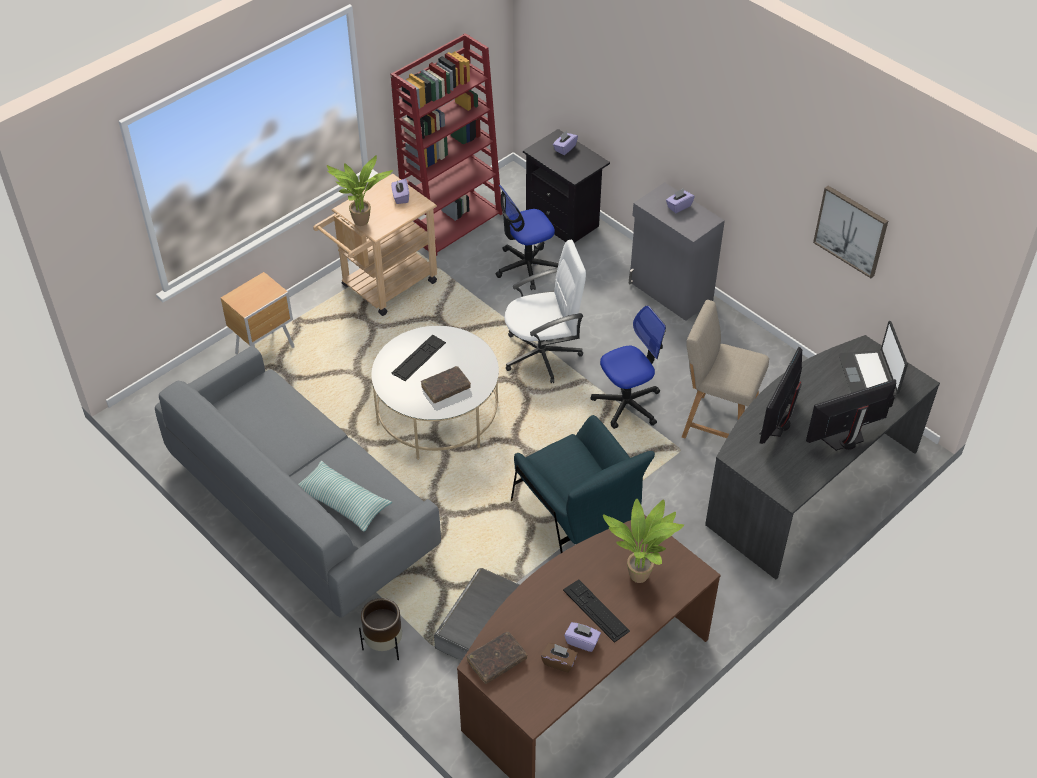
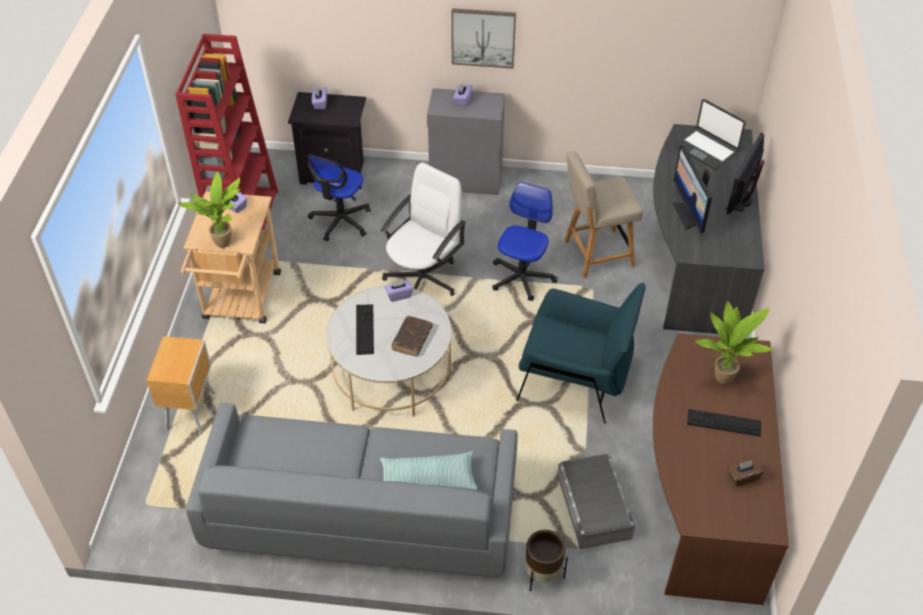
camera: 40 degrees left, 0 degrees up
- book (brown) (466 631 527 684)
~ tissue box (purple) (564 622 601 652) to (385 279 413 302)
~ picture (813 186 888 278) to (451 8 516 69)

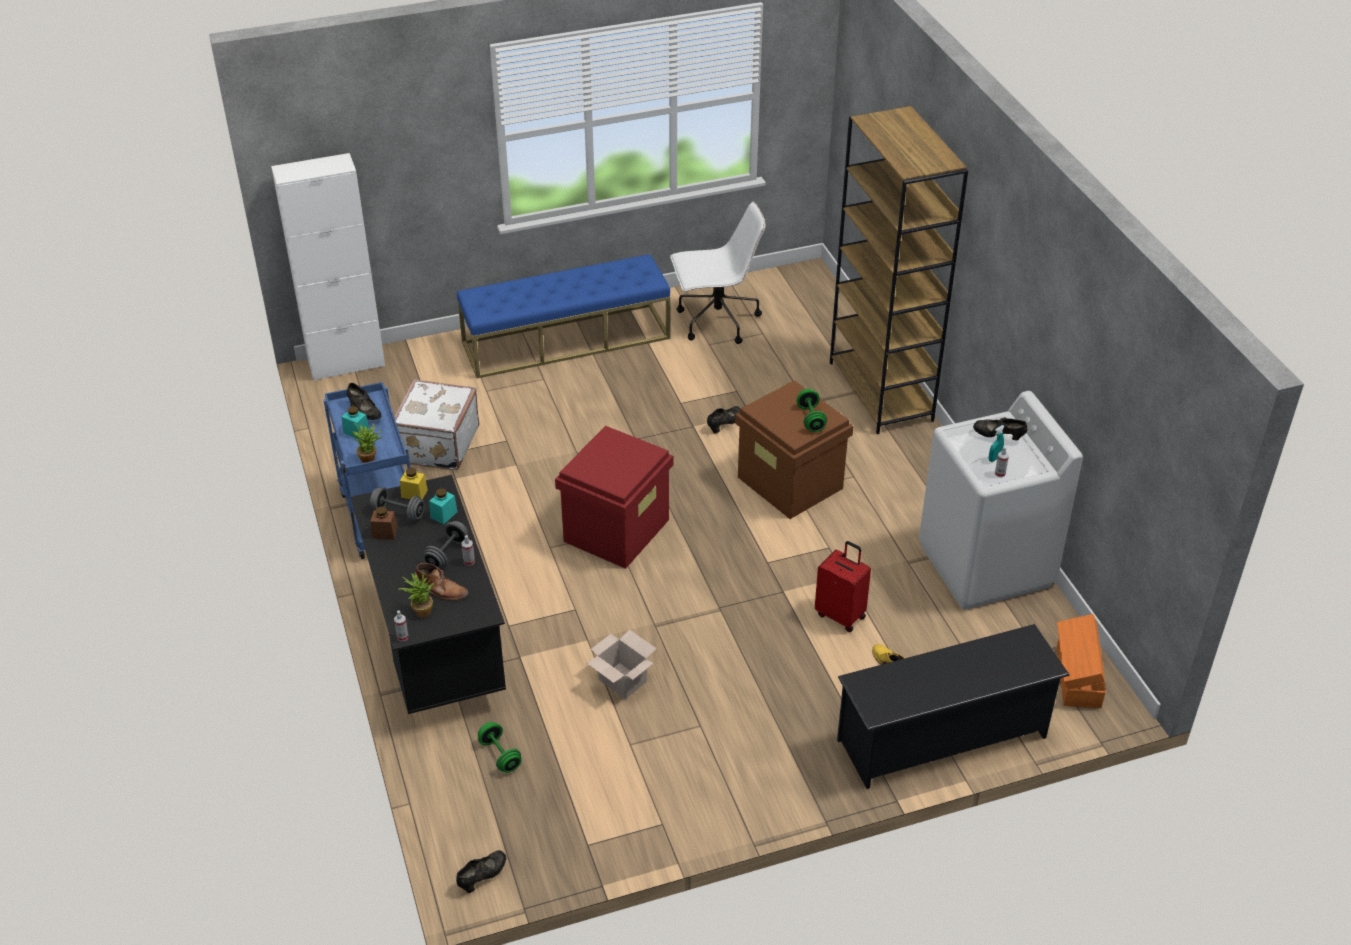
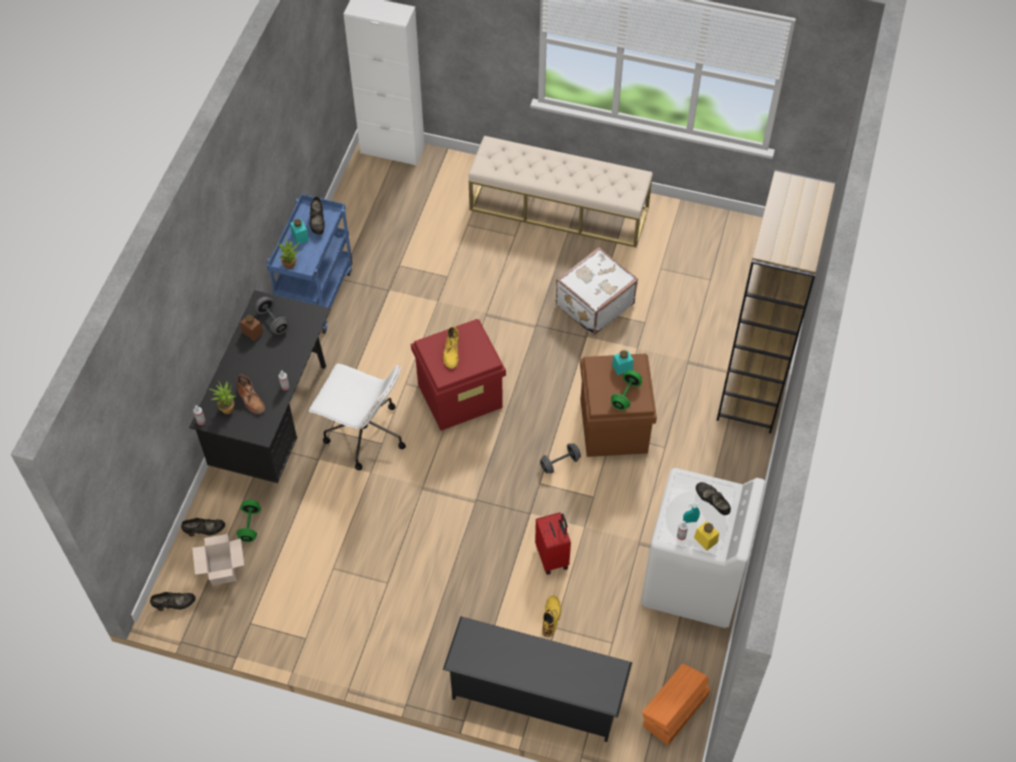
camera: 35 degrees right, 15 degrees up
+ boot (yellow) (443 326 459 369)
~ suitcase (white) (394 379 479 470) to (556 247 638 335)
~ jar (yellow) (400 468 428 499) to (694 521 719 551)
~ dumbbell (grey) (423 521 468 569) to (540 443 581 474)
~ jar (turquoise) (429 488 458 524) to (612 350 633 375)
~ cardboard box (587 630 656 699) to (192 534 244 585)
~ office chair (white) (670 202 766 344) to (309 364 406 470)
~ shoe (black) (707 406 740 433) to (181 518 225 536)
~ bench (blue) (457 254 670 379) to bench (beige) (468 136 653 247)

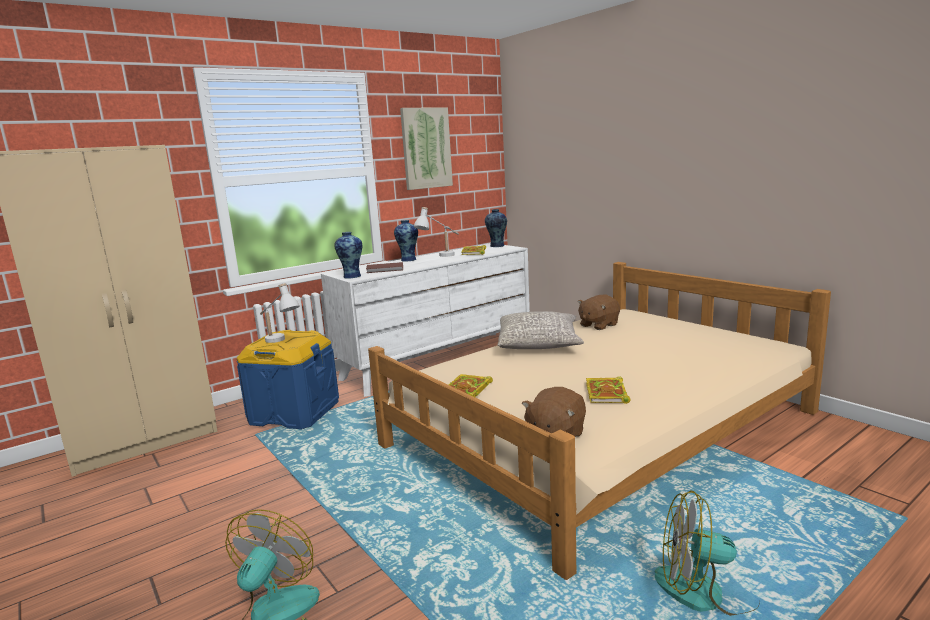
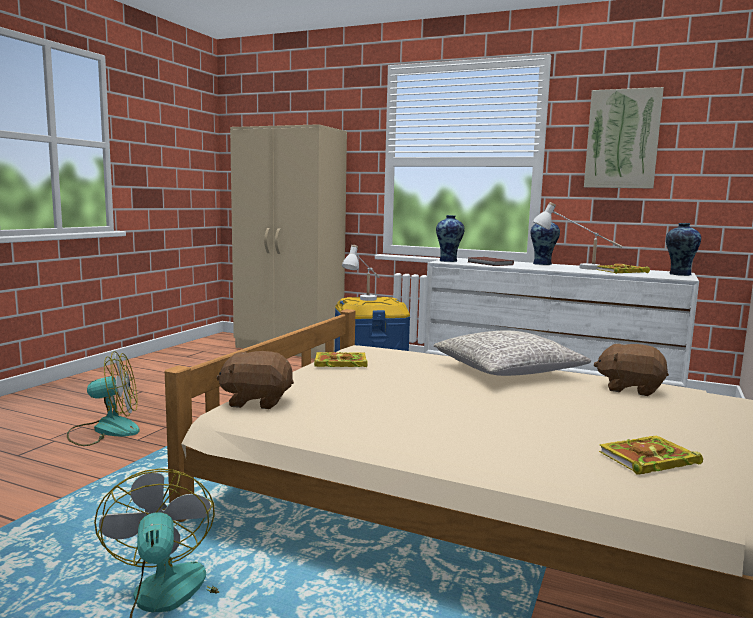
camera: 60 degrees right, 5 degrees down
~ book (586 376 630 404) to (599 435 703 475)

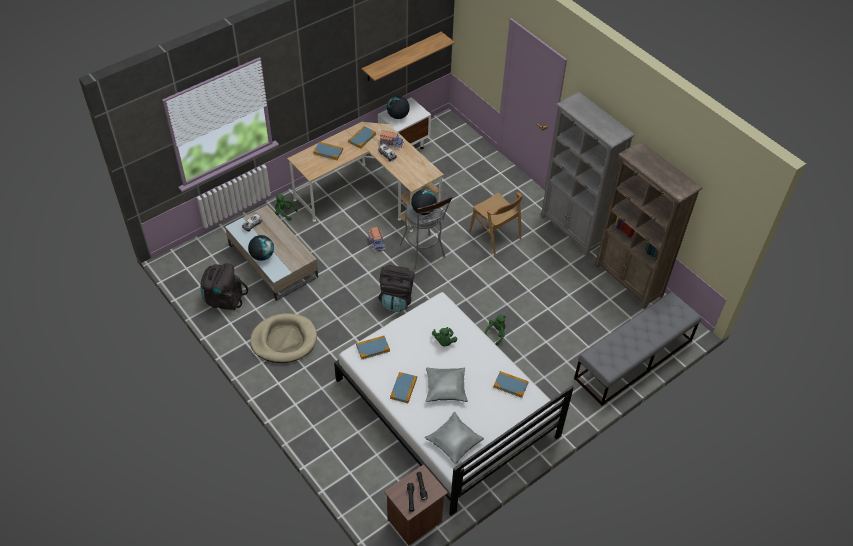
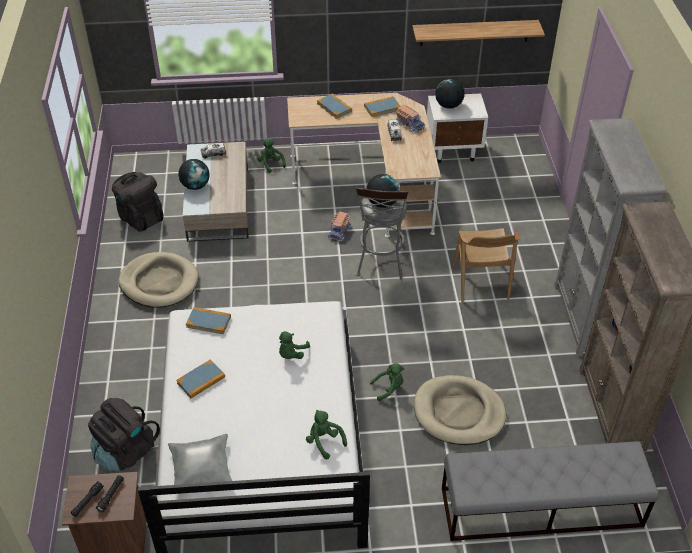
camera: 35 degrees right, 5 degrees down
- pillow (grey) (426 368 468 402)
+ dog bed (beige) (414 375 506 445)
~ backpack (black) (378 265 415 312) to (88 398 160 471)
~ book (494 371 529 398) to plush toy (green) (306 410 347 460)

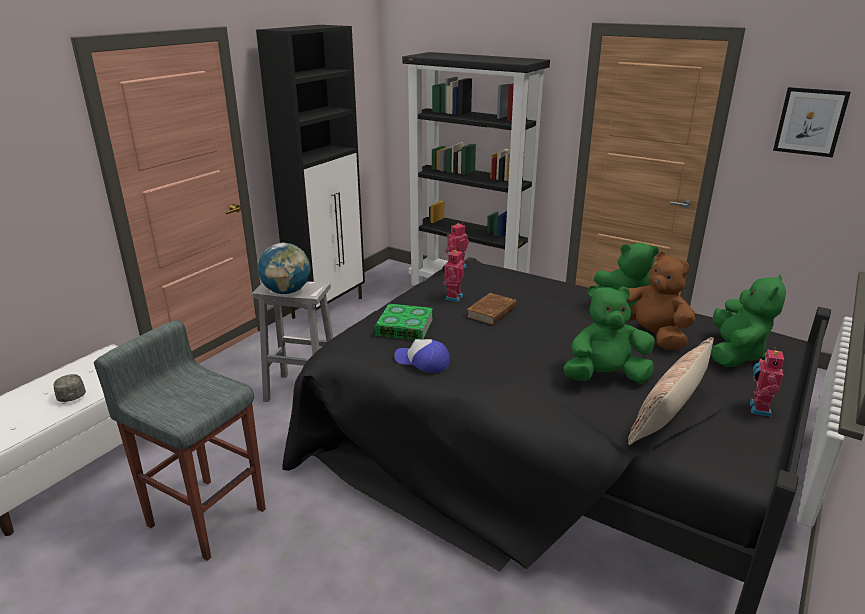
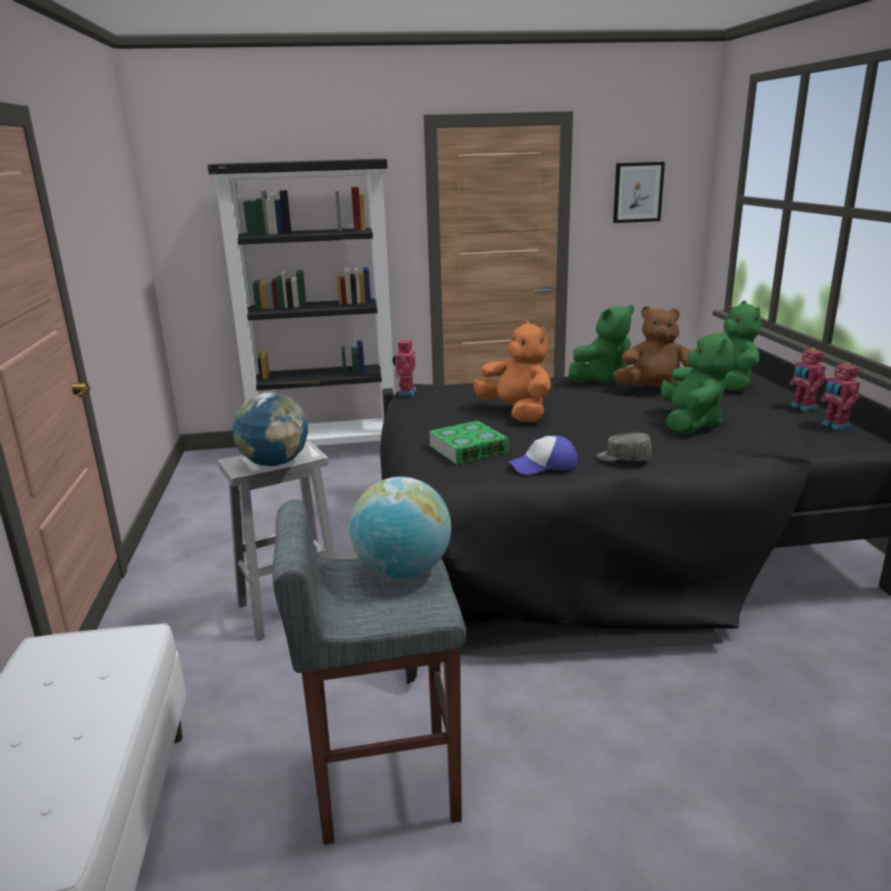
camera: 40 degrees left, 5 degrees down
- cabinet (black) (256 25 365 321)
- pillow (628 337 714 445)
+ globe (349 477 451 579)
~ cap (grey) (54 374 86 402) to (597 432 652 461)
~ toy robot (442 249 464 302) to (821 362 860 430)
~ book (brown) (466 293 517 325) to plush toy (orange) (473 320 551 422)
~ plush toy (green) (564 285 655 383) = (661 330 734 434) 150 degrees clockwise

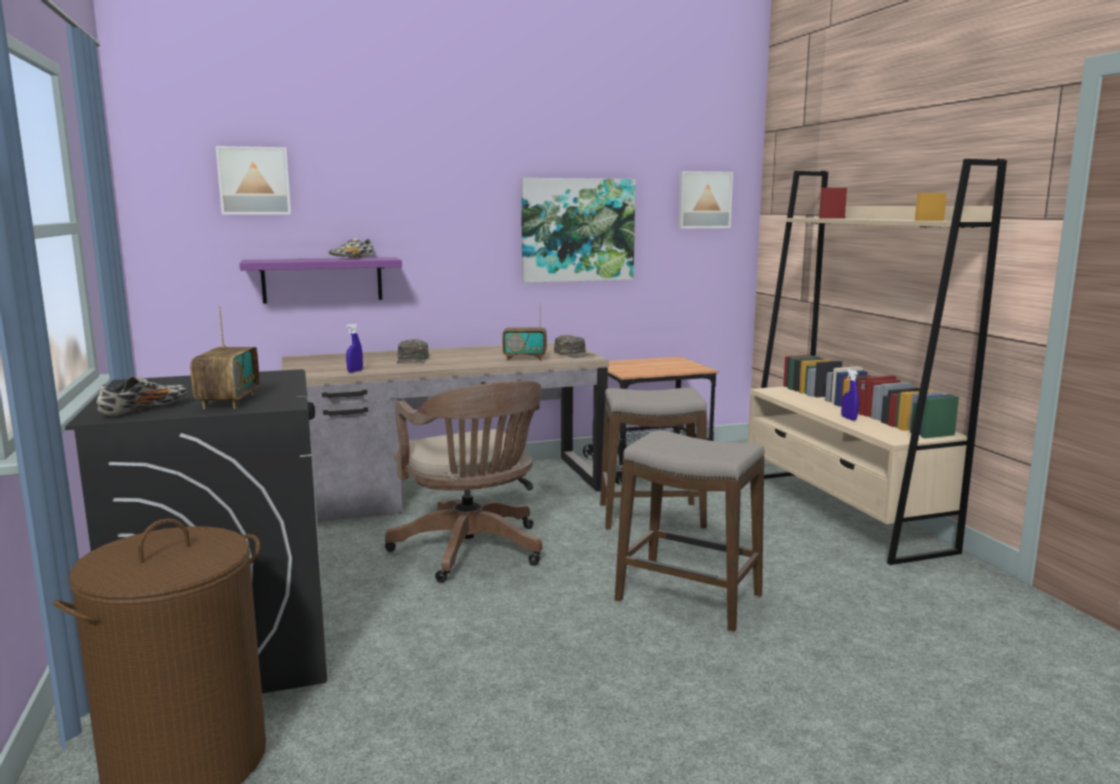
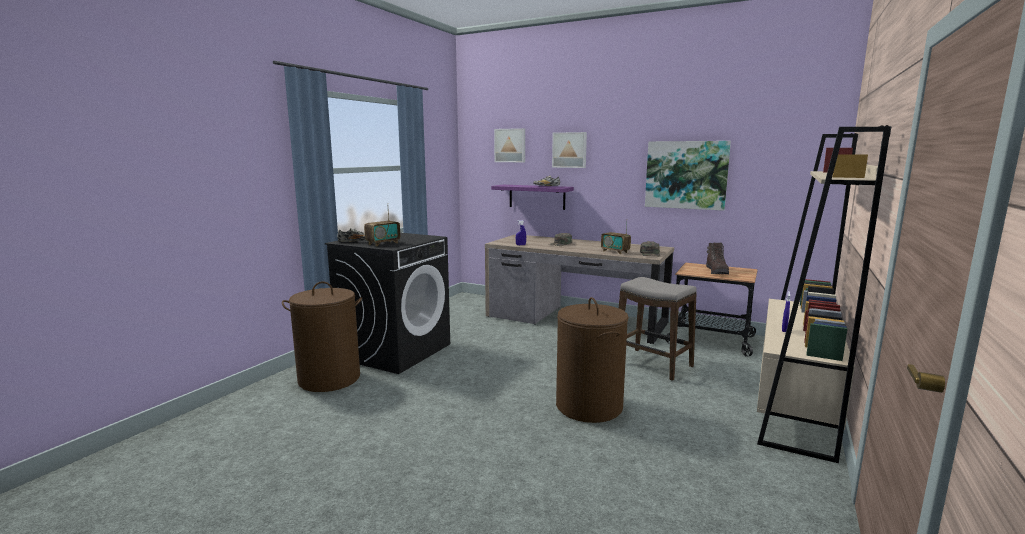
camera: 45 degrees right, 0 degrees up
- office chair (brown) (385 381 542 583)
+ boot (brown) (706 242 729 274)
~ picture (678 171 733 229) to (552 132 587 168)
~ stool (615 430 765 632) to laundry basket (brown) (556 297 629 423)

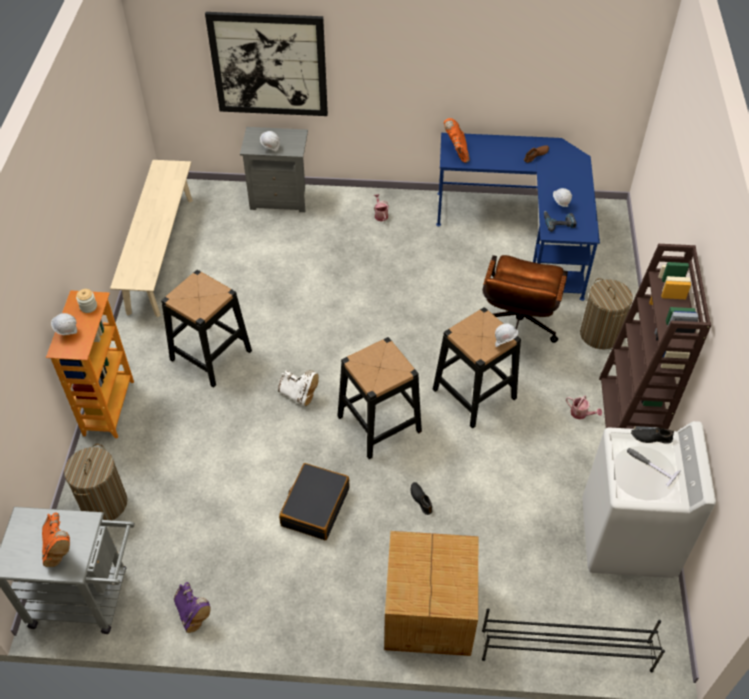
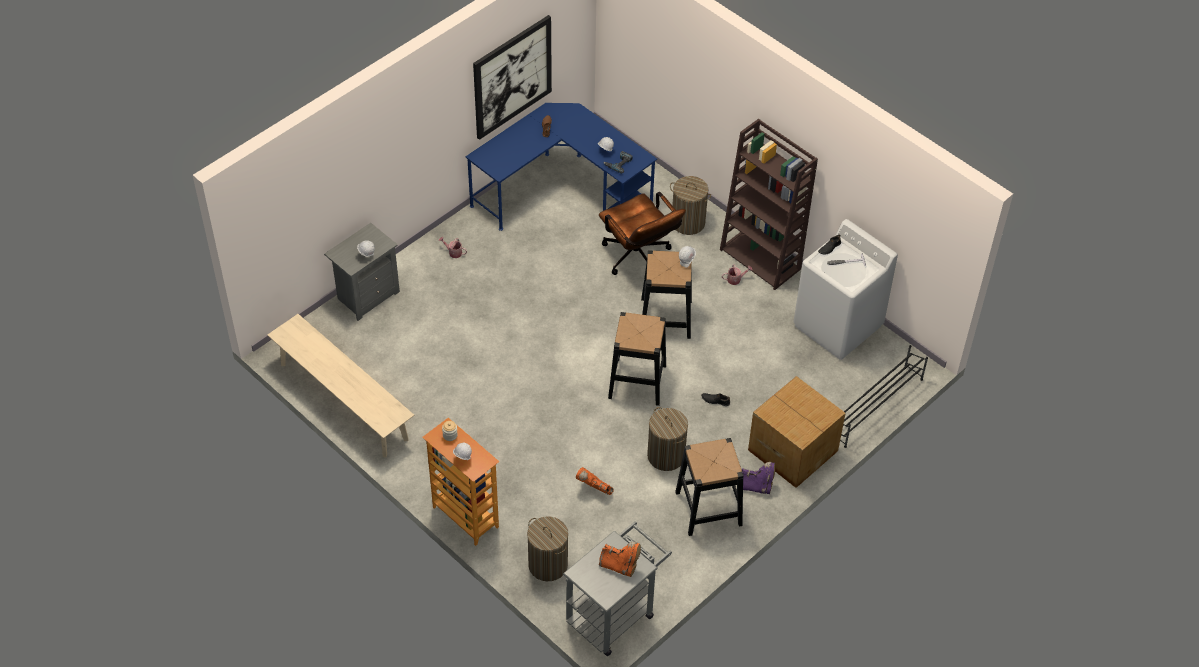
camera: 50 degrees left, 0 degrees up
- boot (white) (278 370 319 406)
~ stool (black) (161 270 252 388) to (675 438 743 536)
~ boot (purple) (174 582 211 633) to (742 462 775 494)
~ picture (205 12 328 116) to (473 15 552 140)
~ boot (orange) (444 118 469 163) to (576 467 614 495)
~ suitcase (black) (279 463 350 540) to laundry basket (647 407 688 471)

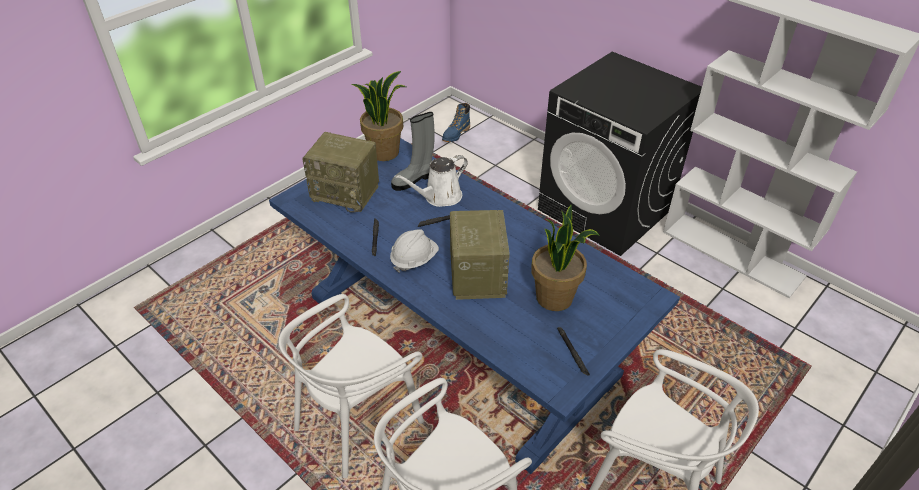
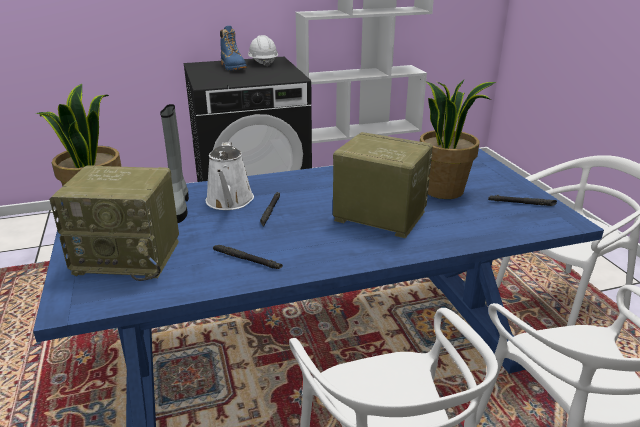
camera: 60 degrees left, 15 degrees down
~ hard hat (white) (390 230 439 273) to (248 35 278 67)
~ boot (blue) (442 103 470 142) to (220 26 247 70)
~ radio (302 132 379 212) = (49 165 179 281) 45 degrees clockwise

